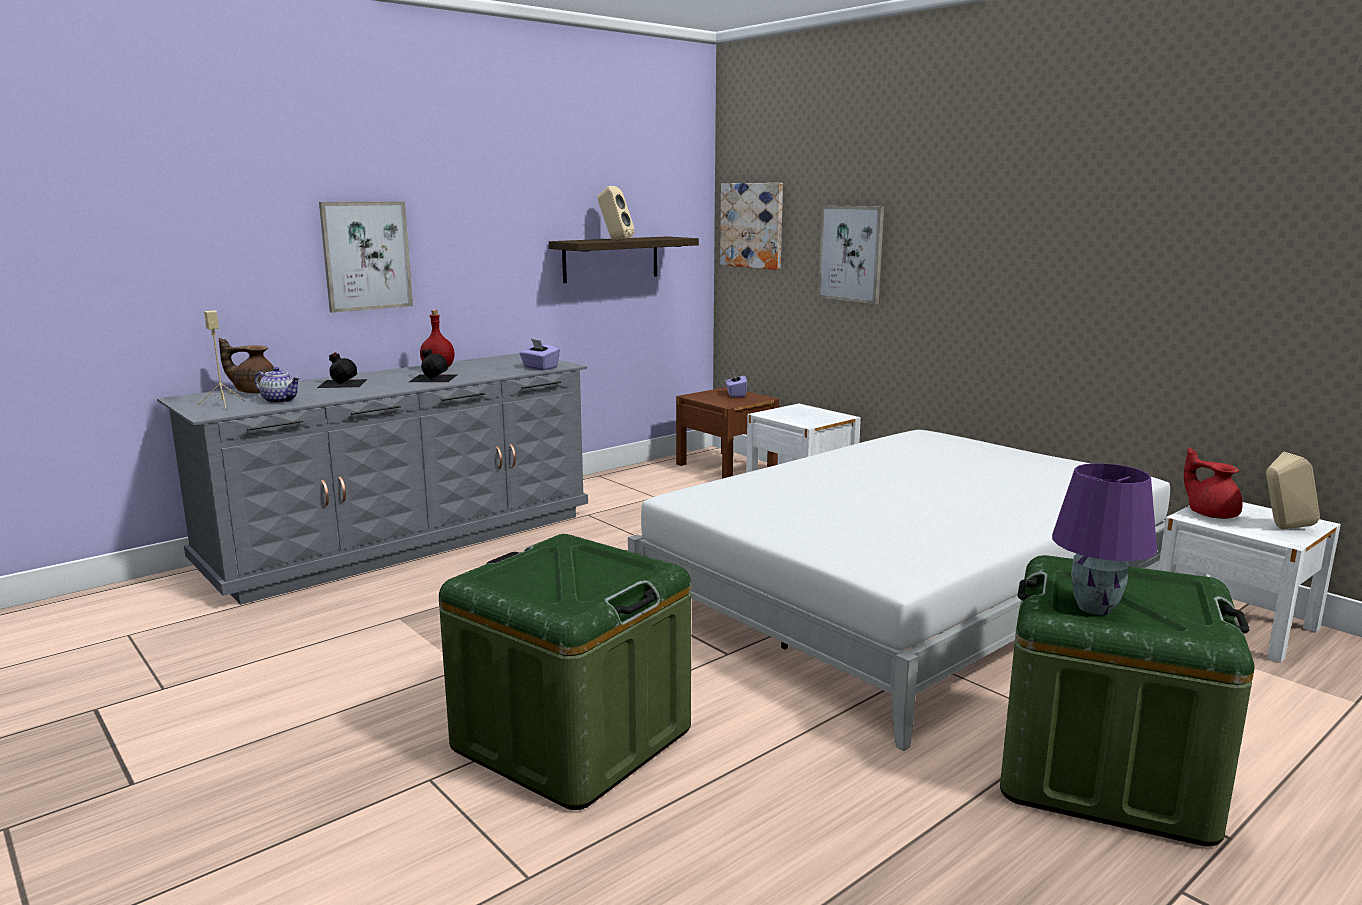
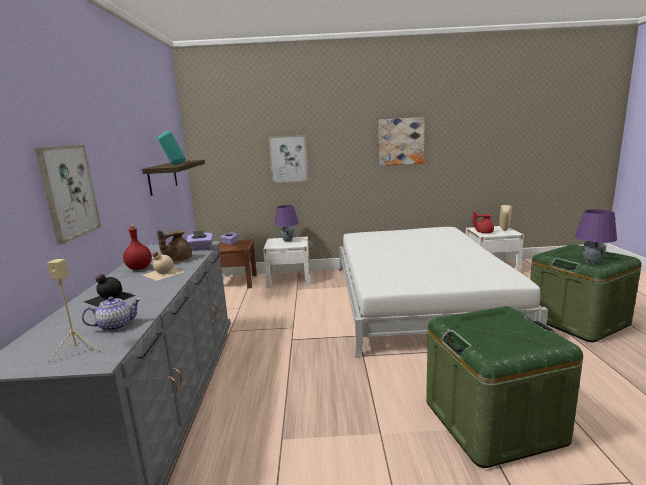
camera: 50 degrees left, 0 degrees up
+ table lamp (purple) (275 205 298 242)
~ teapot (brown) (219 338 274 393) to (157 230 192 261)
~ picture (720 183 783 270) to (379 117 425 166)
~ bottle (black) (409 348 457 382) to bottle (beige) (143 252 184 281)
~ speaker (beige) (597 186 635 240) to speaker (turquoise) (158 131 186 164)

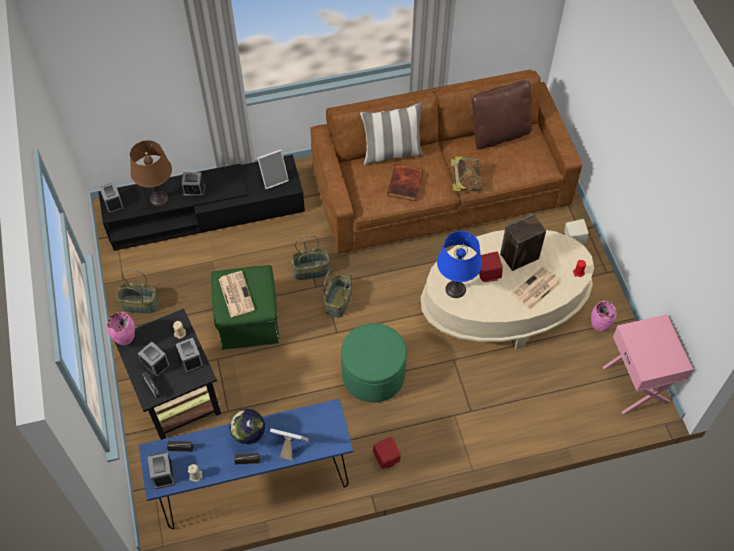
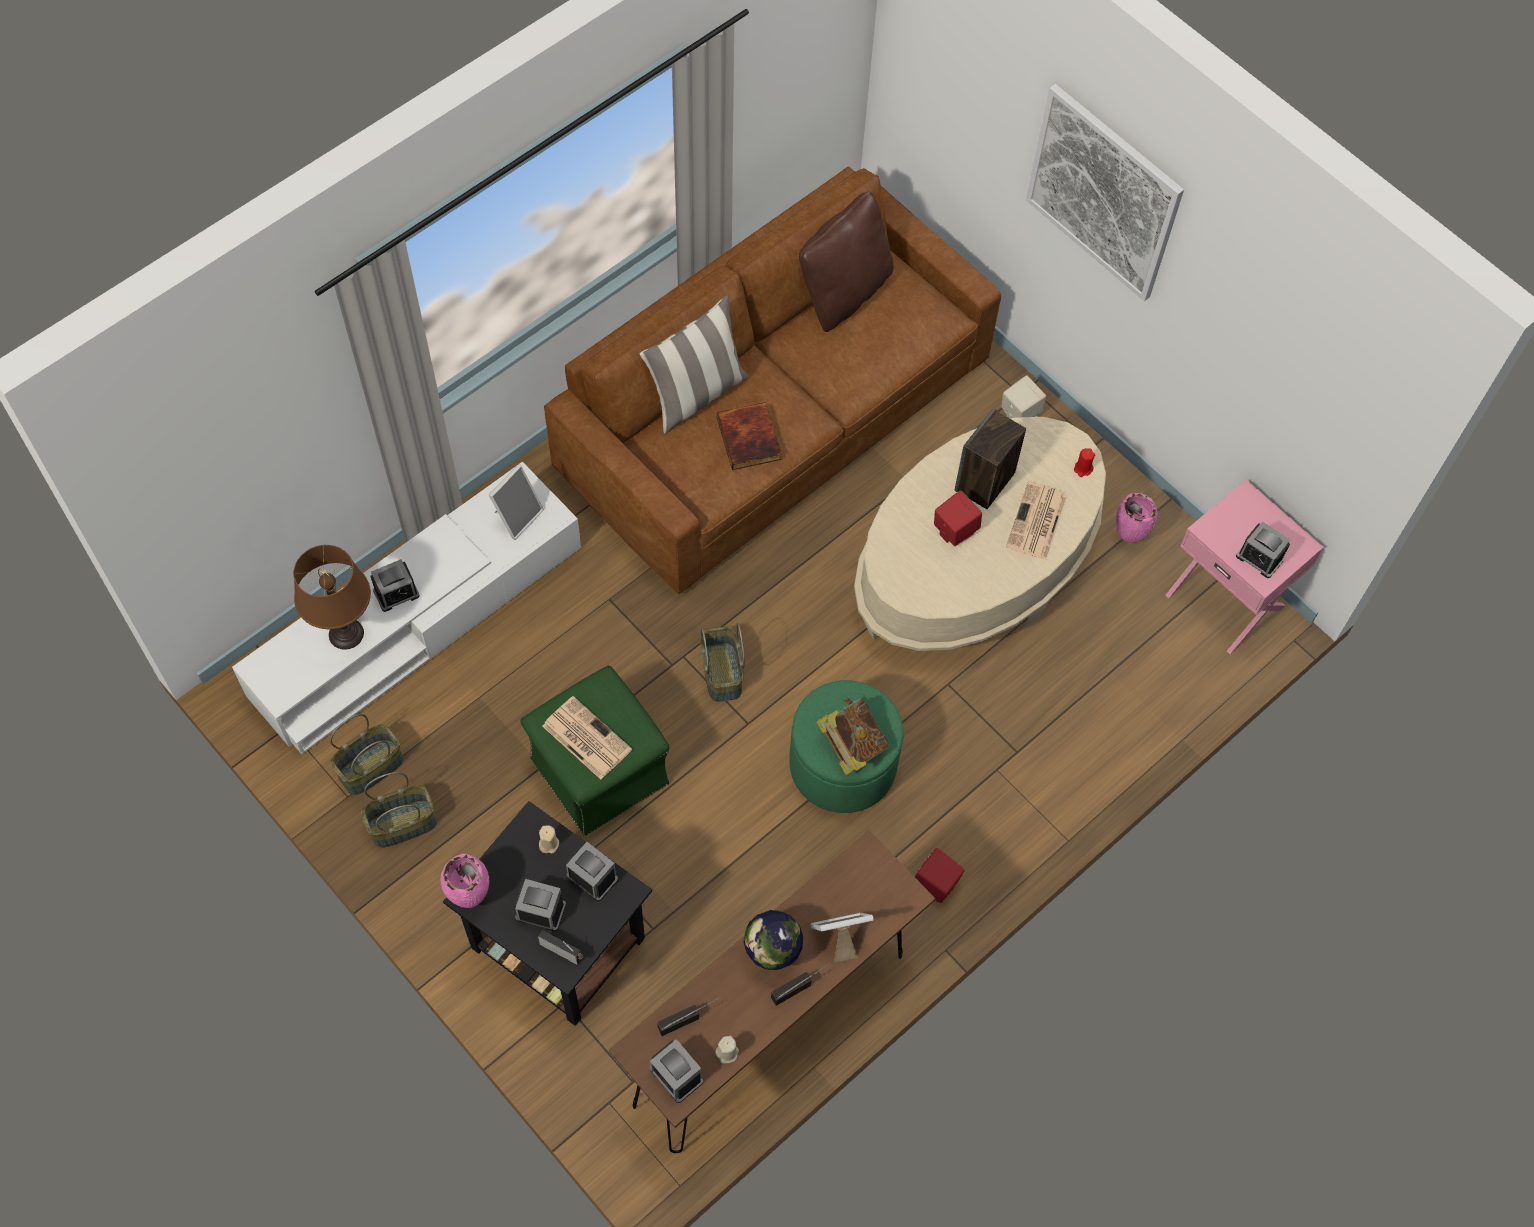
camera: 30 degrees left, 5 degrees up
- table lamp (blue) (437 231 482 298)
+ picture (1026 84 1184 301)
~ alarm clock (99 182 124 213) to (1236 521 1290 578)
~ basket (291 235 330 280) to (330 714 404 795)
~ book (451 156 483 192) to (816 697 889 775)
~ tv stand (black) (98 155 305 251) to tv stand (white) (232 462 581 754)
~ console table (blue) (139 399 353 529) to console table (brown) (609 830 935 1153)

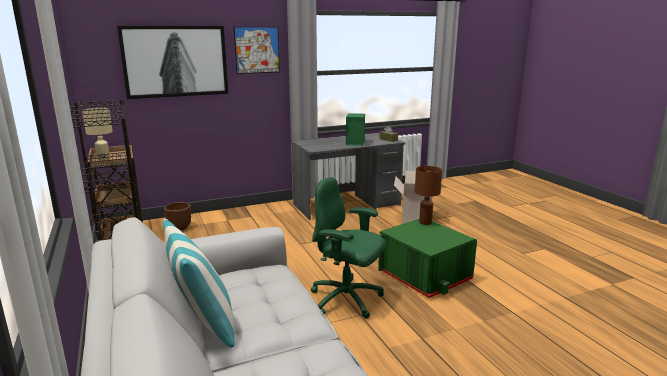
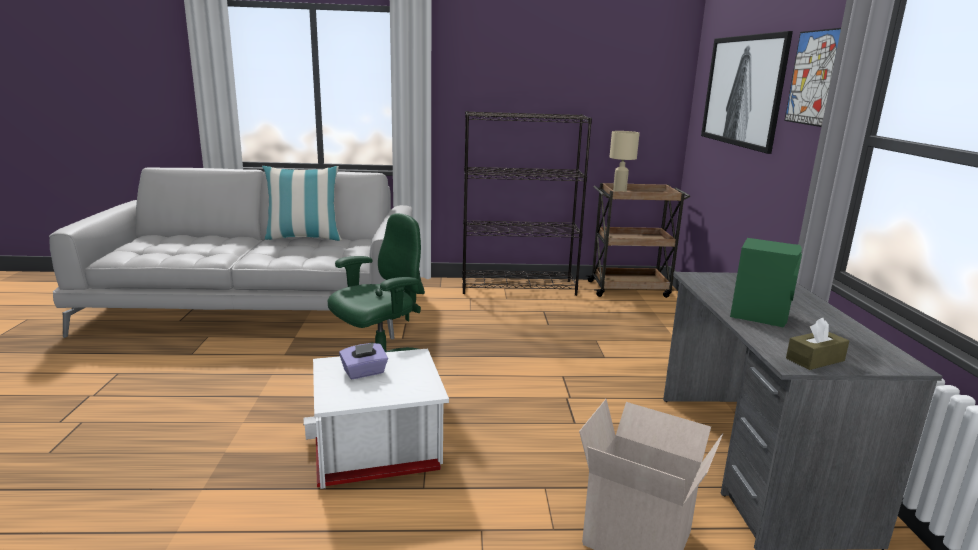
camera: 110 degrees right, 0 degrees up
- planter (brown) (164 202 191 230)
- table lamp (brown) (415 166 442 225)
+ tissue box (purple) (339 343 388 379)
~ storage box (green) (378 219 477 298) to storage box (white) (303 349 449 489)

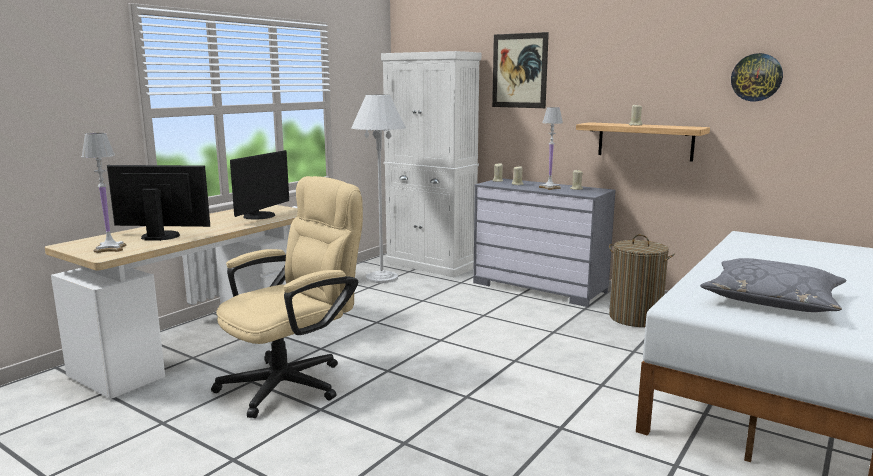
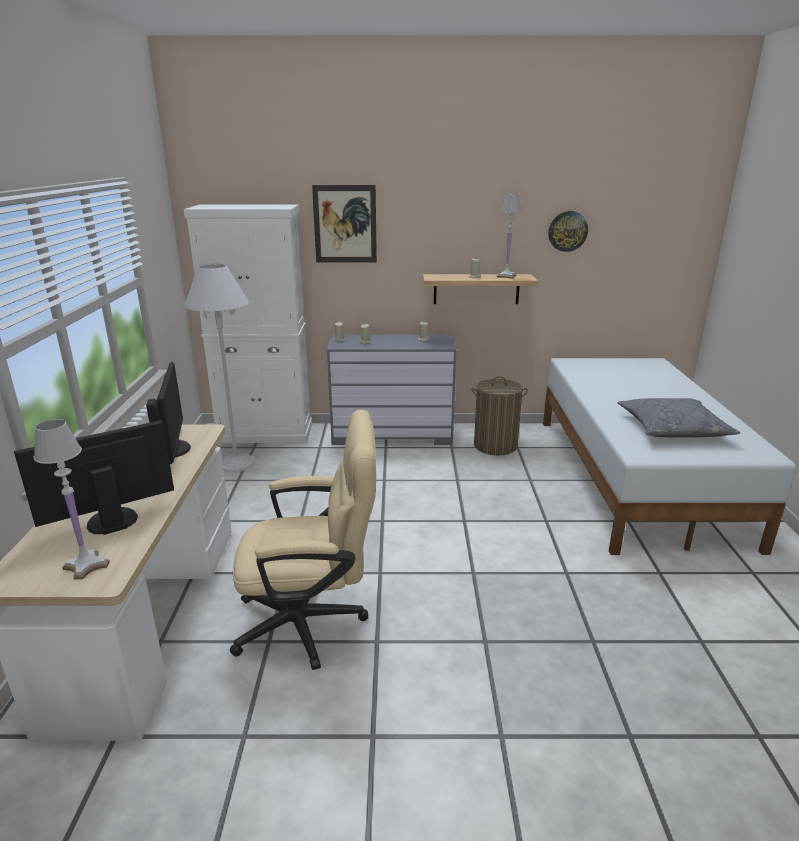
camera: 35 degrees left, 10 degrees up
~ table lamp (white) (539 107 563 190) to (497 194 521 279)
~ office chair (beige) (211 176 363 418) = (230 410 376 670) 75 degrees clockwise

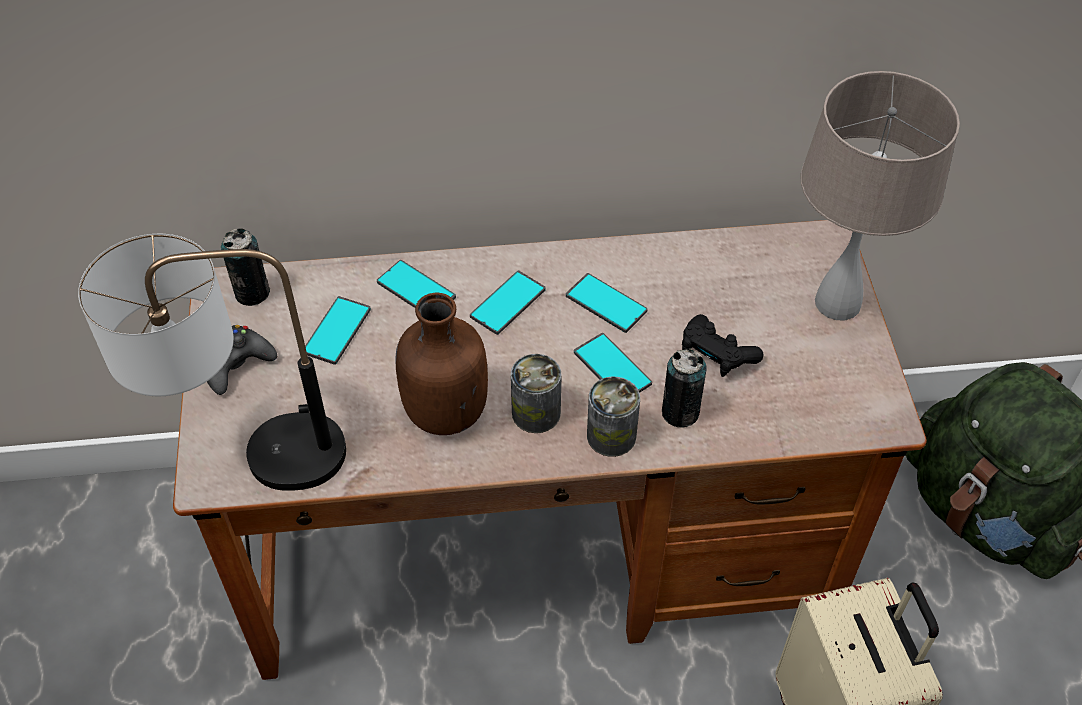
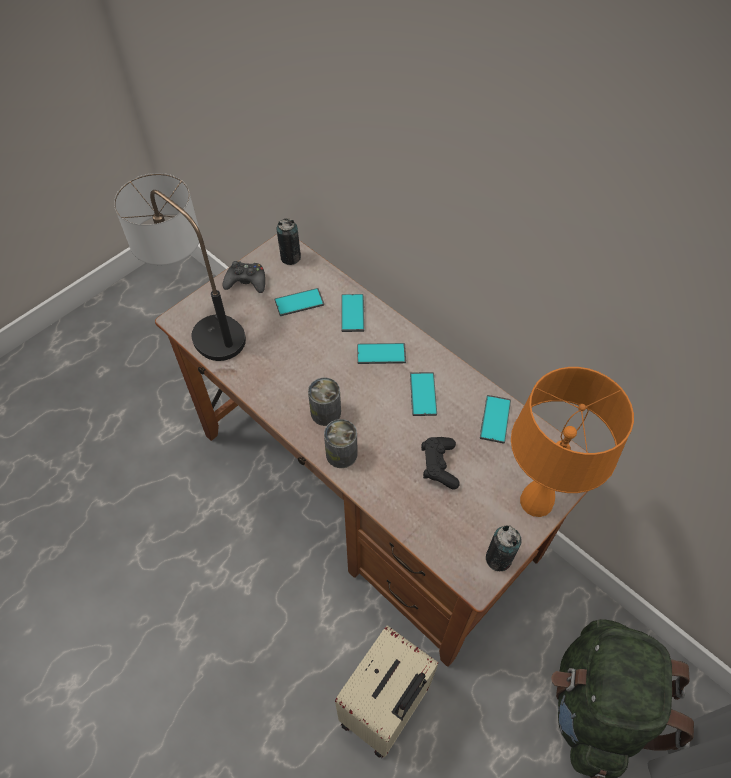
camera: 50 degrees right, 5 degrees up
- bottle (brown) (395 293 488 435)
~ phone (574 333 652 393) to (480 395 511 444)
~ can (662 349 706 428) to (486 526 522 571)
~ table lamp (beige) (801 71 960 320) to table lamp (orange) (511 367 634 517)

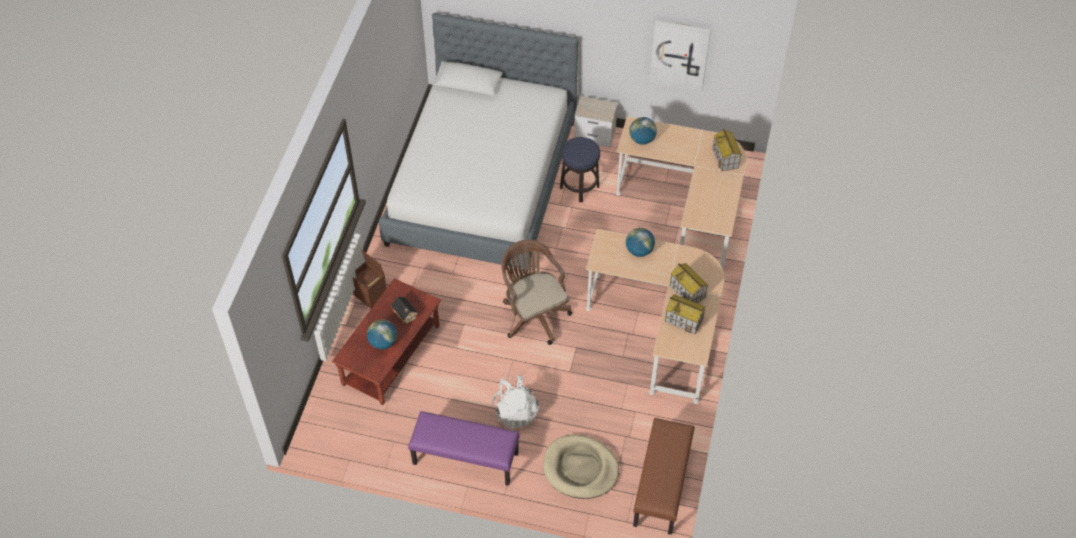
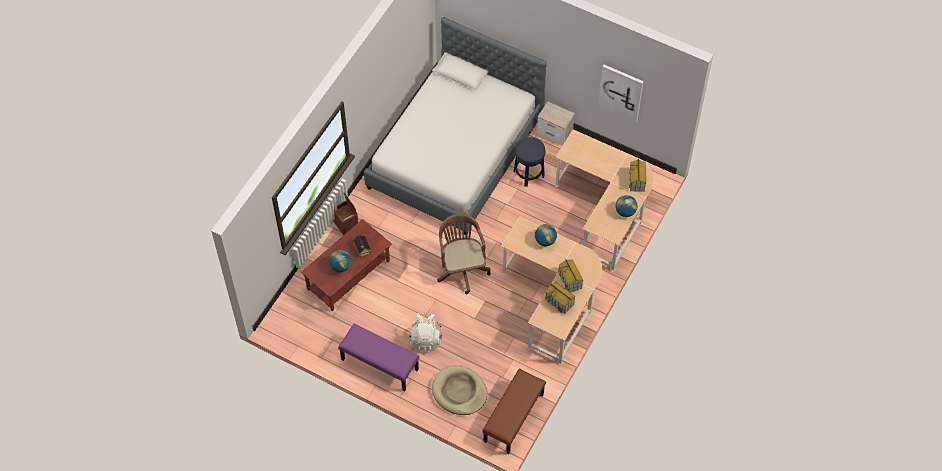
camera: 15 degrees right, 5 degrees up
~ globe (629 117 657 145) to (615 195 637 217)

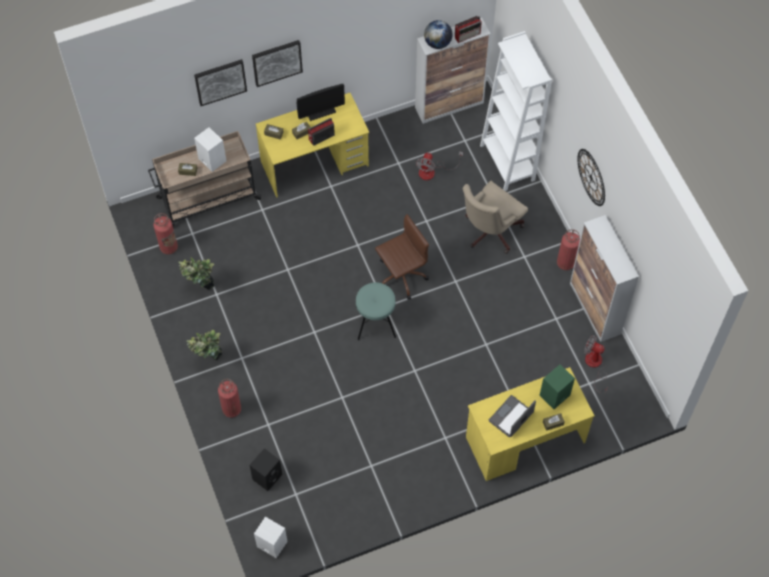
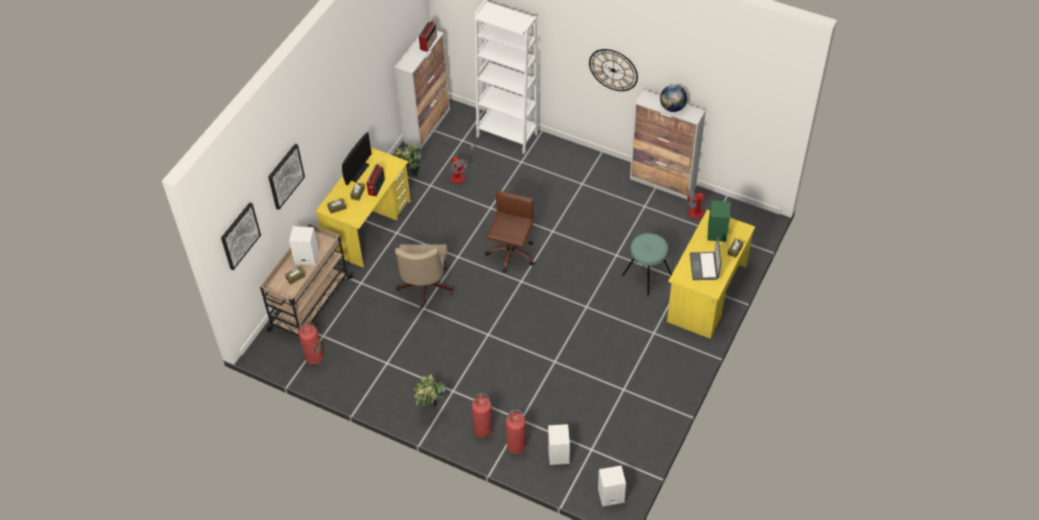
camera: 40 degrees left, 10 degrees down
~ potted plant (179 258 214 290) to (394 145 422 176)
~ picture (252 40 303 87) to (221 202 261 270)
~ stool (turquoise) (356 282 396 340) to (622 233 672 296)
~ globe (424 20 452 49) to (660 85 687 112)
~ office chair (beige) (463 181 528 254) to (395 244 453 309)
~ fire extinguisher (557 229 580 270) to (506 410 526 454)
~ speaker (black) (249 448 282 491) to speaker (white) (548 424 570 465)

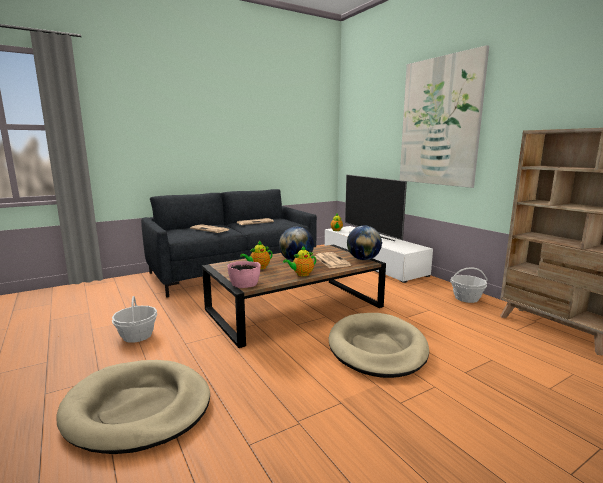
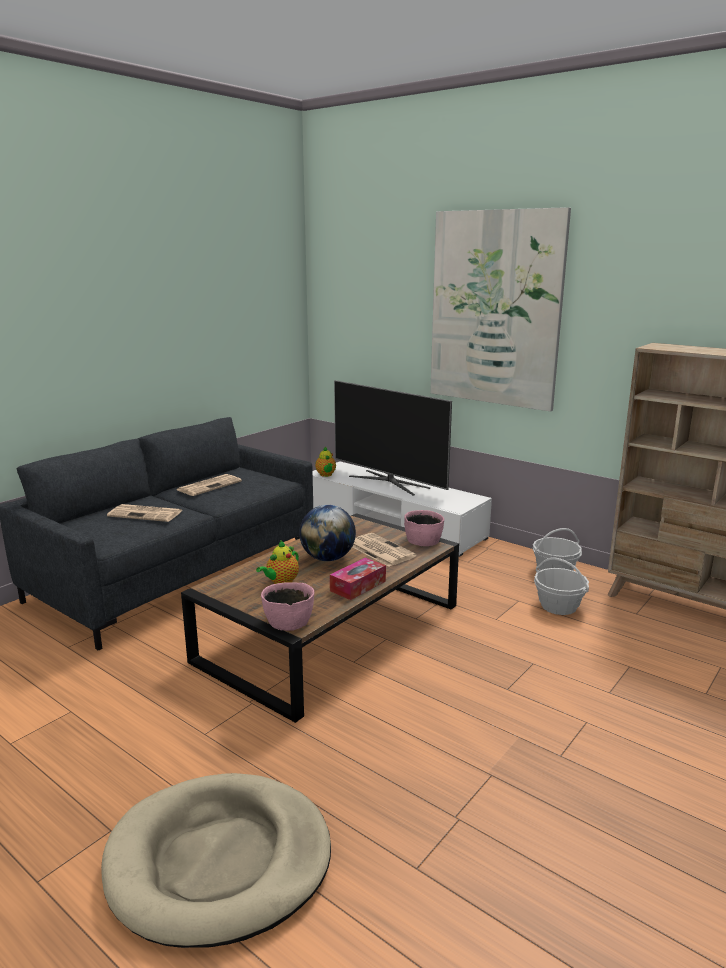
camera: 20 degrees left, 5 degrees up
- dog bed (beige) (329 313 429 378)
~ basket (112 296 157 343) to (534 557 589 615)
~ teapot (283 246 316 276) to tissue box (330 558 386 600)
~ globe (347 226 382 260) to bowl (pink) (404 510 444 546)

